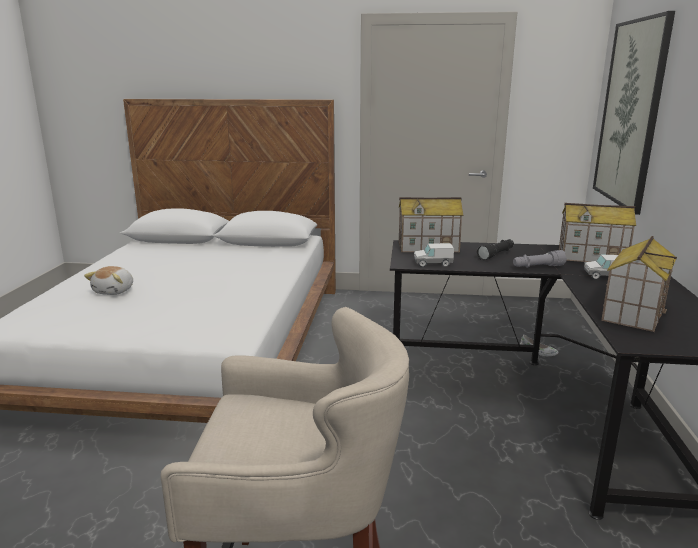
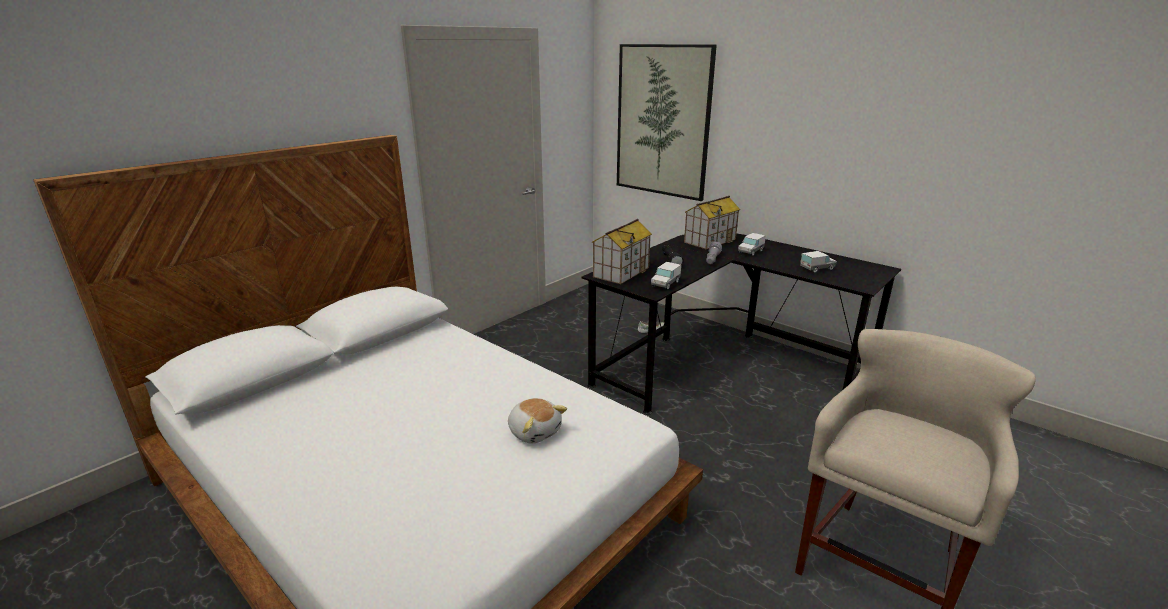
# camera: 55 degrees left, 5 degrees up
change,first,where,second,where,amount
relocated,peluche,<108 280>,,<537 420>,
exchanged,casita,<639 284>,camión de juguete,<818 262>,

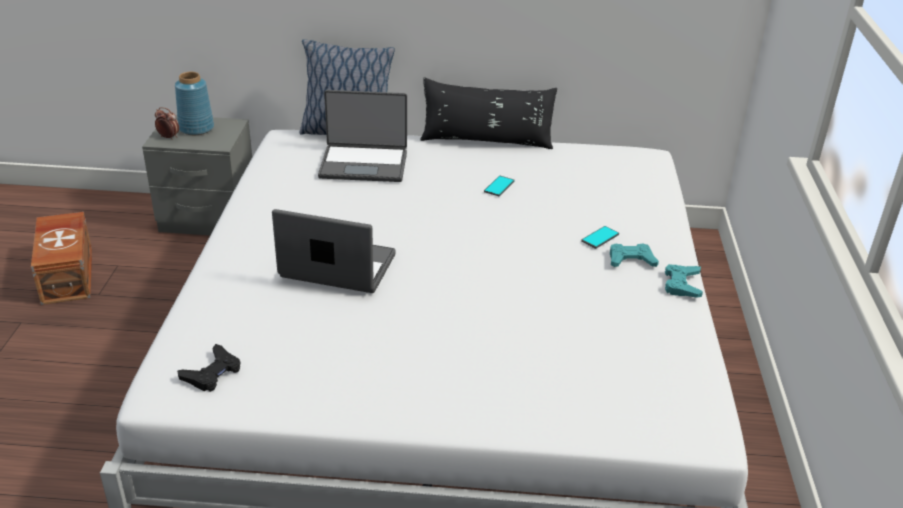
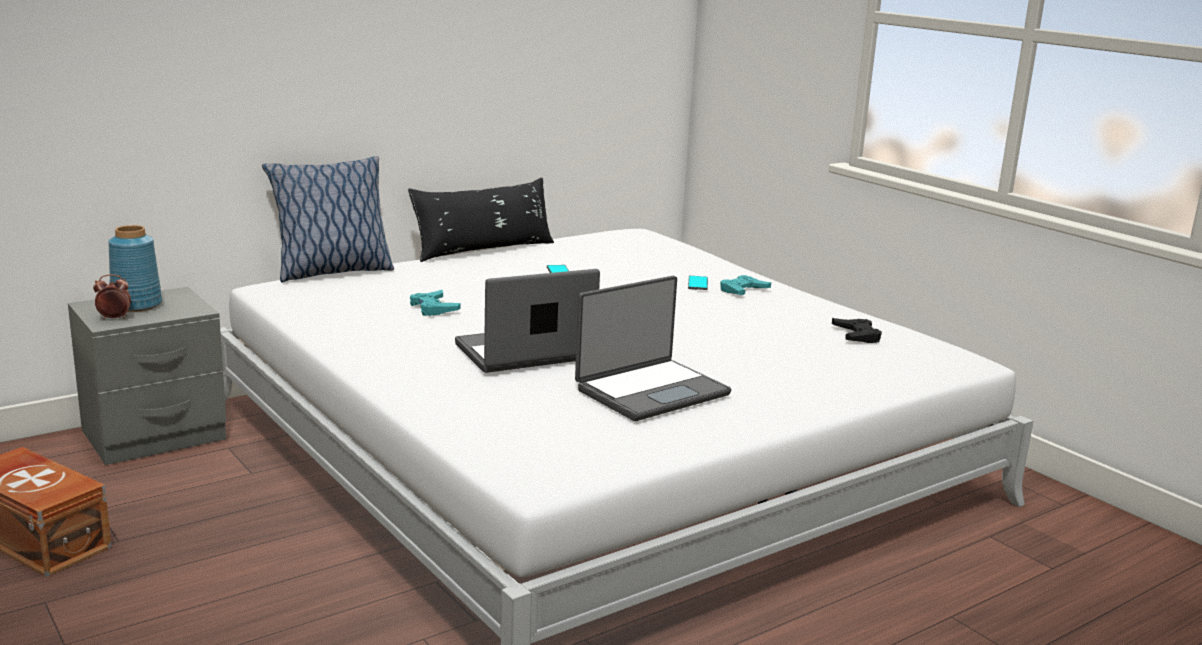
# camera: 40 degrees left, 15 degrees down
change,first,where,second,where,amount
relocated,mando de consola [negro],<208 368>,,<857 330>,
relocated,portátil,<362 136>,,<653 348>,
relocated,mando de consola [turquesa],<684 281>,,<435 303>,

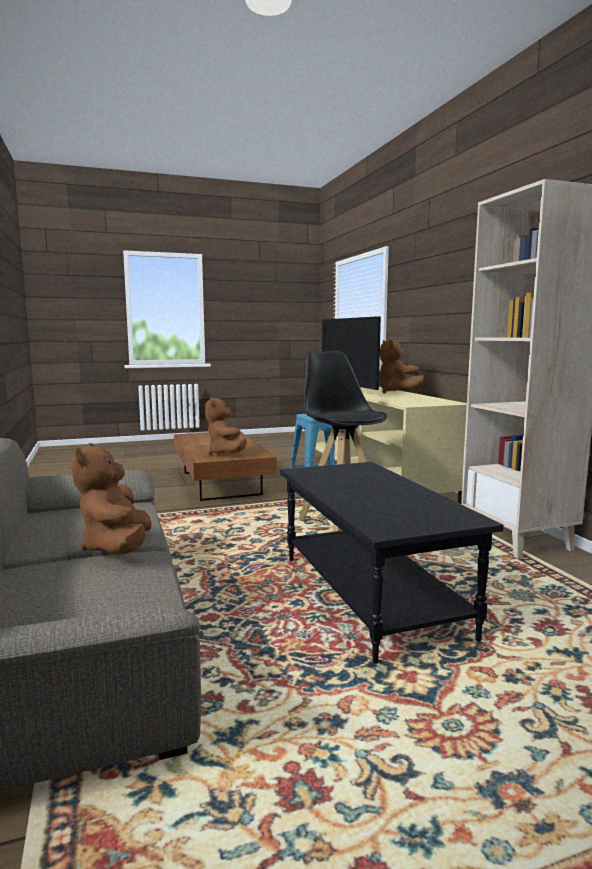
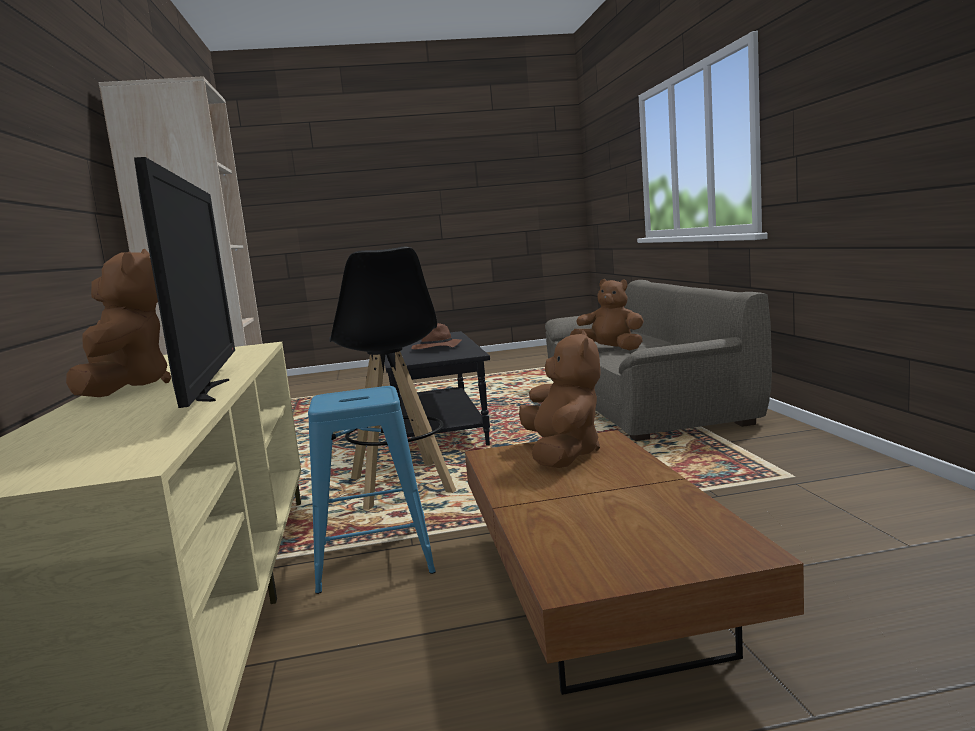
# camera: 170 degrees left, 0 degrees up
change,first,where,second,where,amount
appeared,,,sombrero [marrón],<436 336>,
spun,peluche [marrón],<111 498>,,<607 314>,60 degrees counterclockwise

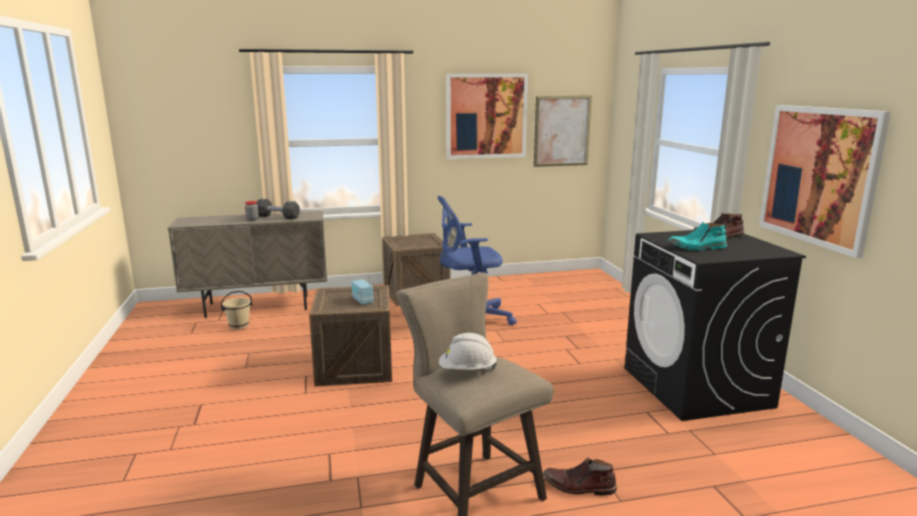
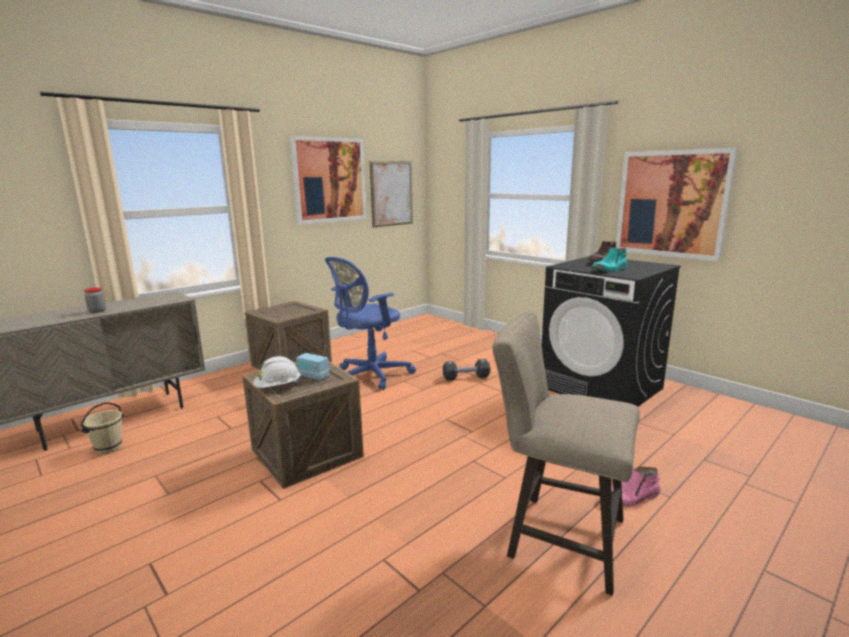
# camera: 30 degrees left, 0 degrees up
change,first,where,second,where,amount
relocated,mancuerna [negro],<278 209>,,<466 370>,
relocated,casco [blanco],<468 351>,,<277 372>,
colour,bota [marrón],<580 476>,bota [rosa],<636 487>,

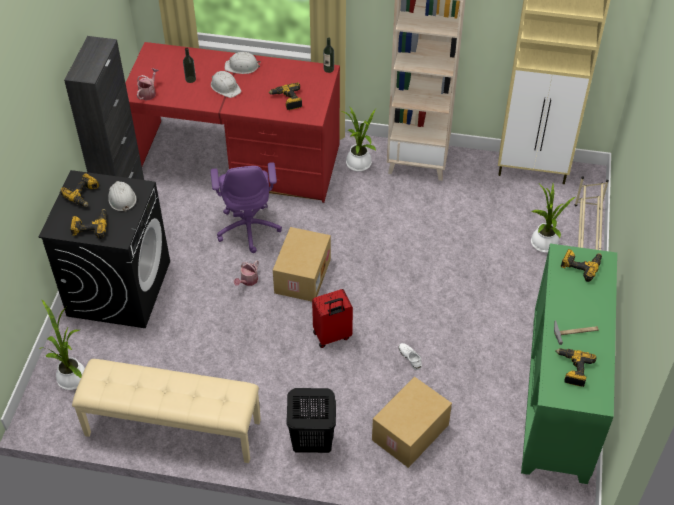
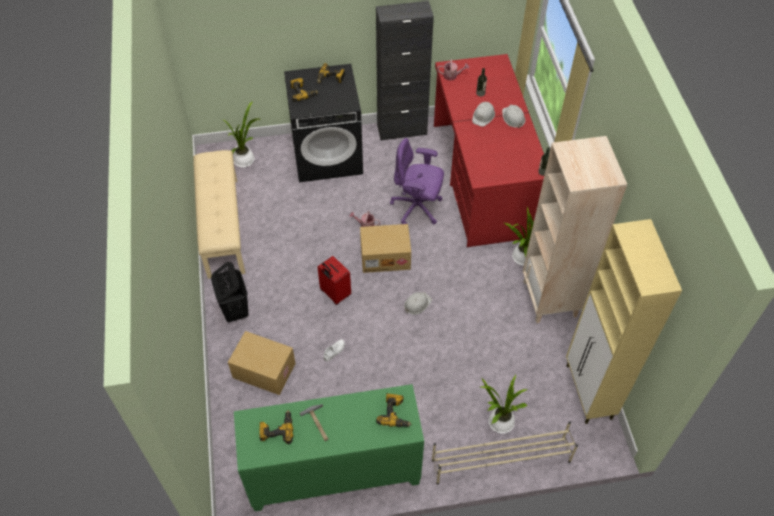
# camera: 70 degrees right, 5 degrees up
change,first,where,second,where,amount
missing,taladro,<285 96>,,,
relocated,casco [blanco],<122 196>,,<418 303>,
spun,silla de oficina [morado],<246 207>,,<417 181>,45 degrees clockwise

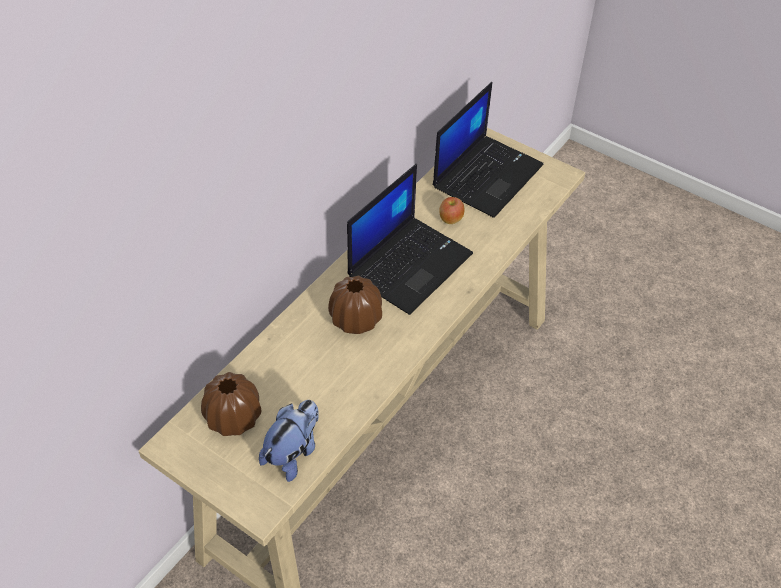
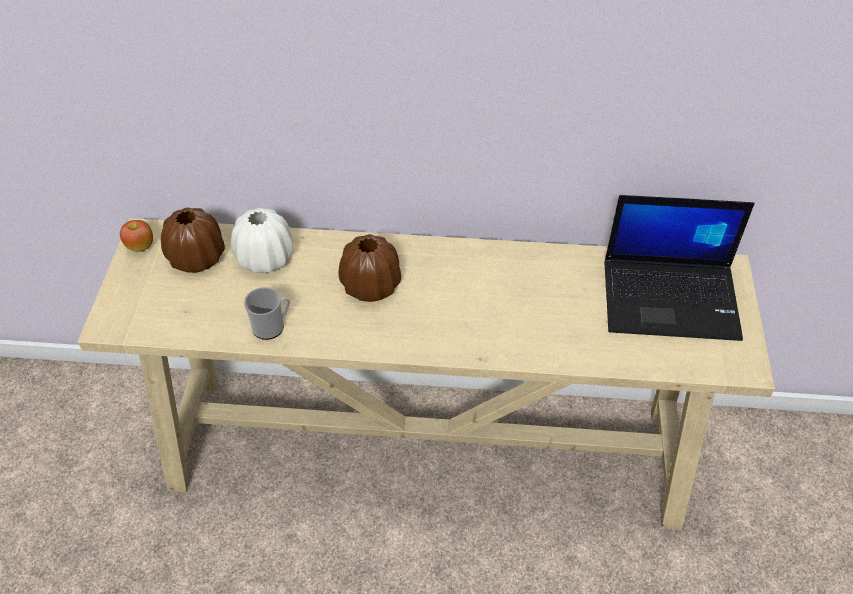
# camera: 60 degrees right, 0 degrees up
change,first,where,second,where,amount
missing,peluche,<289 441>,,,
missing,portátil,<410 239>,,,
appeared,,,florero [blanco],<262 241>,
appeared,,,taza grande,<267 313>,
relocated,manzana,<451 210>,,<136 236>,

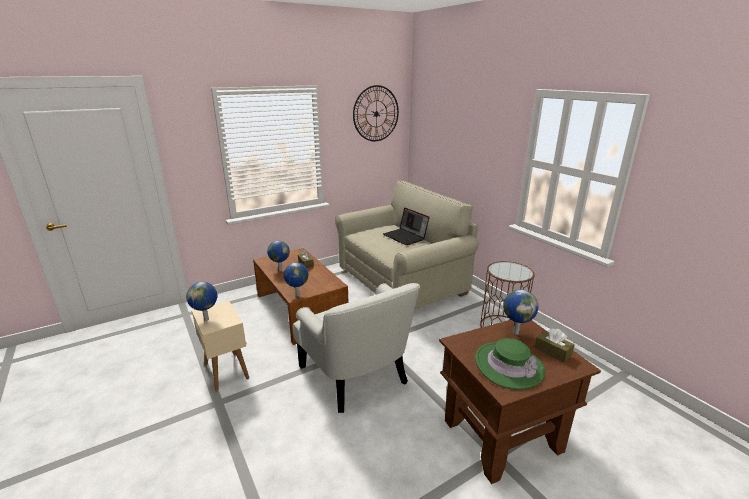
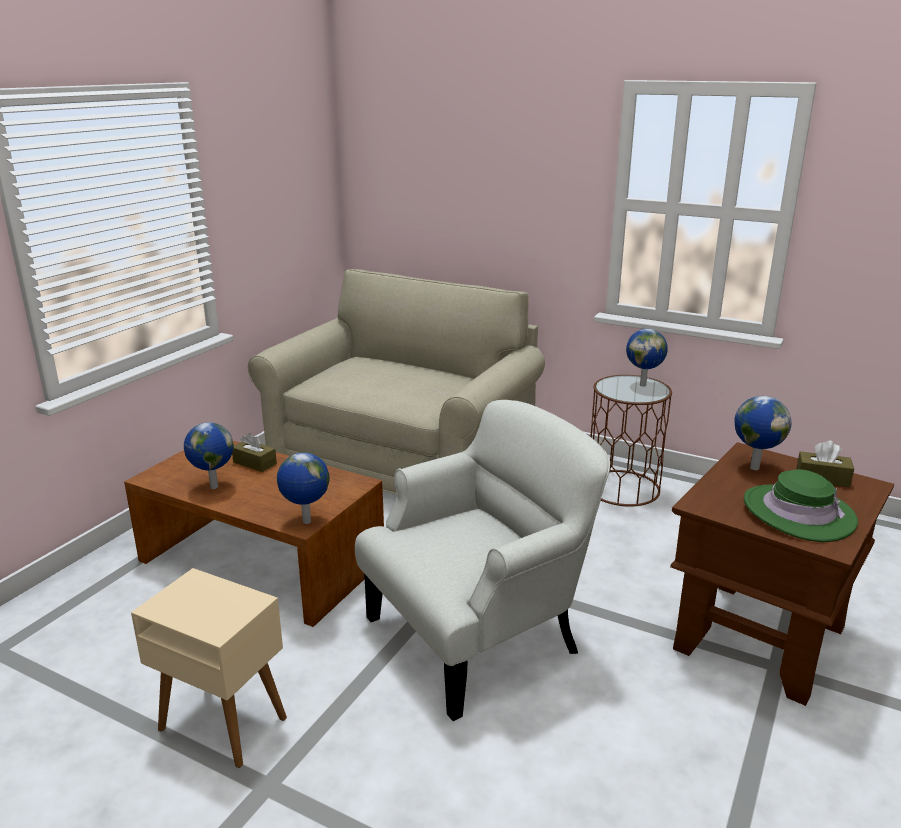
# camera: 30 degrees left, 0 degrees up
change,first,where,second,where,amount
missing,reloj de pared,<376 113>,,,
missing,portátil,<406 226>,,,
relocated,globo terráqueo,<202 301>,,<647 358>,
spun,sillón [blanco],<357 348>,,<482 560>,60 degrees counterclockwise

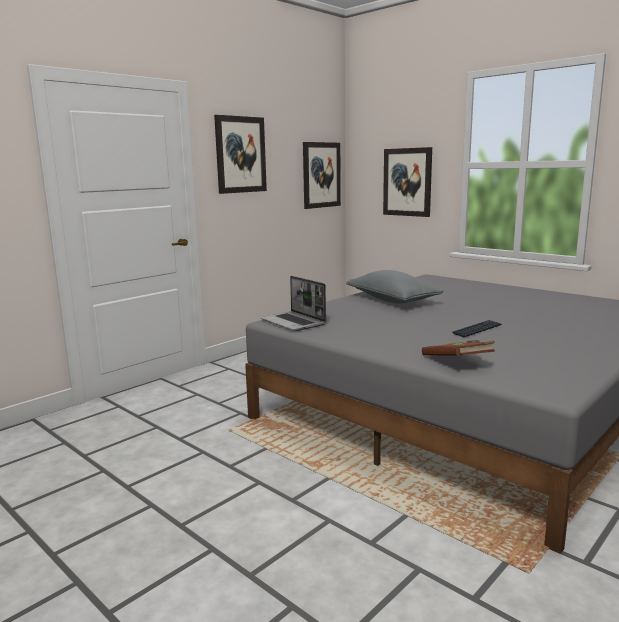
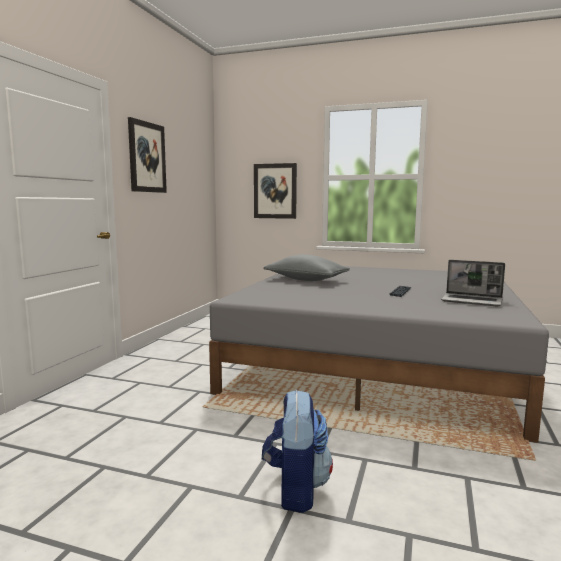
# camera: 25 degrees left, 5 degrees down
change,first,where,second,where,amount
missing,cuadro,<322 175>,,,
missing,libro [marrón],<458 348>,,,
appeared,,,mochila,<297 451>,
relocated,portátil,<293 303>,,<473 283>,

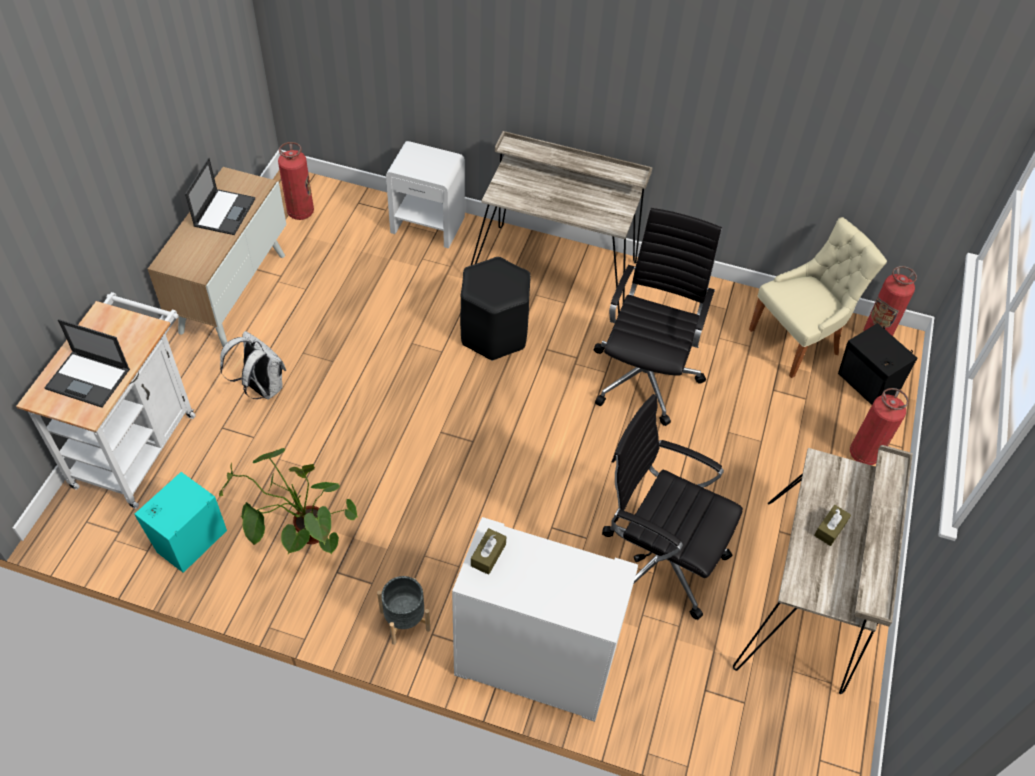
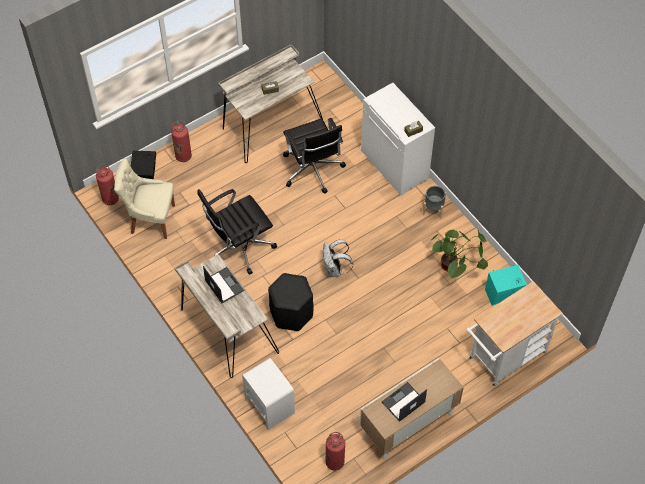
# camera: 140 degrees left, 5 degrees up
change,first,where,second,where,amount
relocated,portátil,<87 363>,,<223 284>,
relocated,mochila [blanco],<253 365>,,<337 258>,

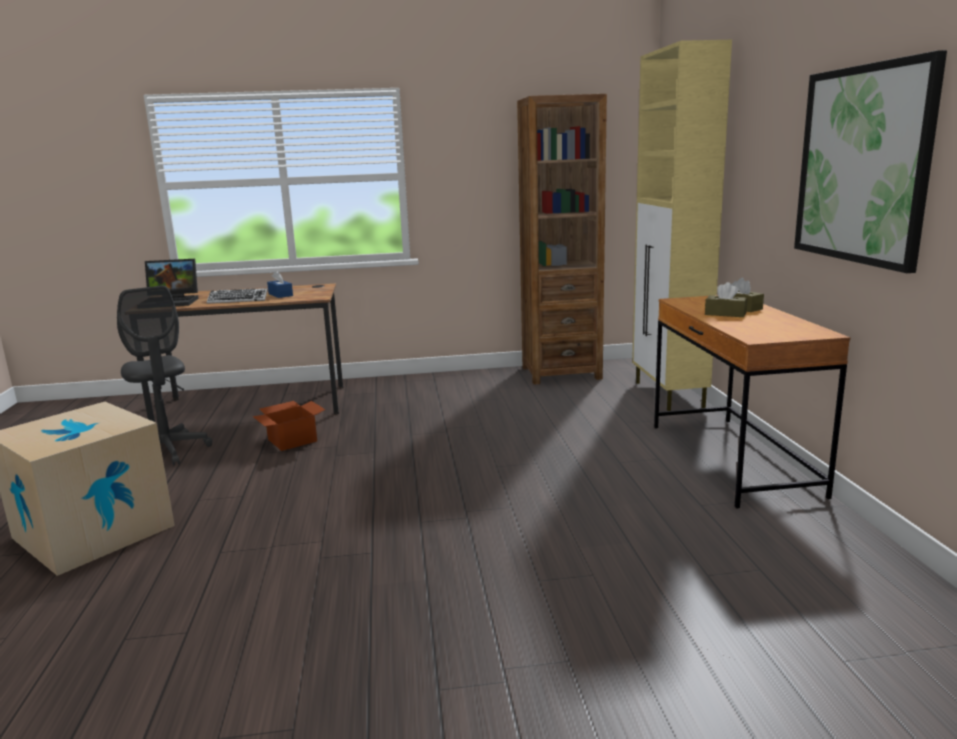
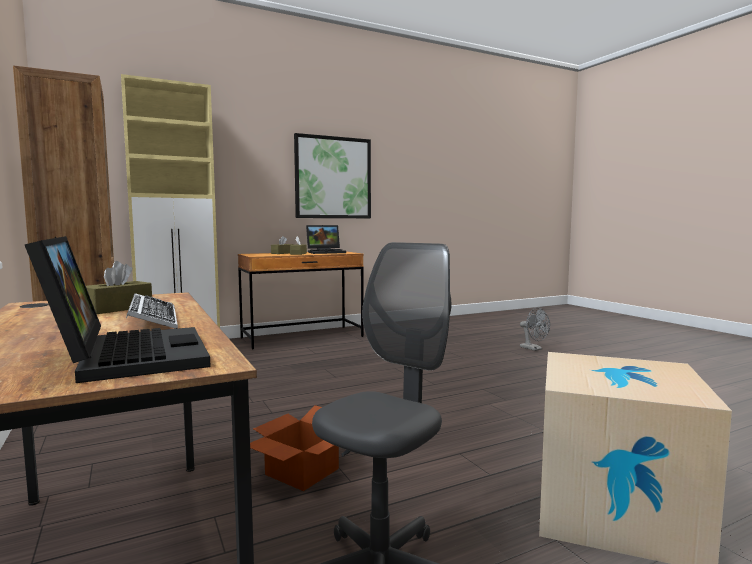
# camera: 110 degrees left, 10 degrees down
change,first,where,second,where,amount
appeared,,,portátil,<326 239>,
appeared,,,ventilador [gris],<535 329>,
colour,caja de pañuelos [azul],<280 284>,caja de pañuelos [marrón],<119 287>,

